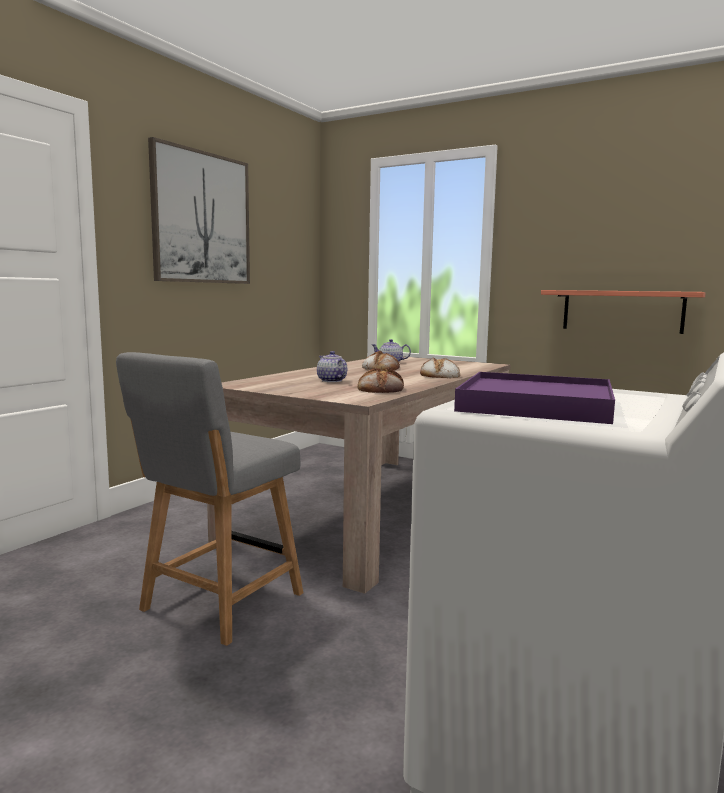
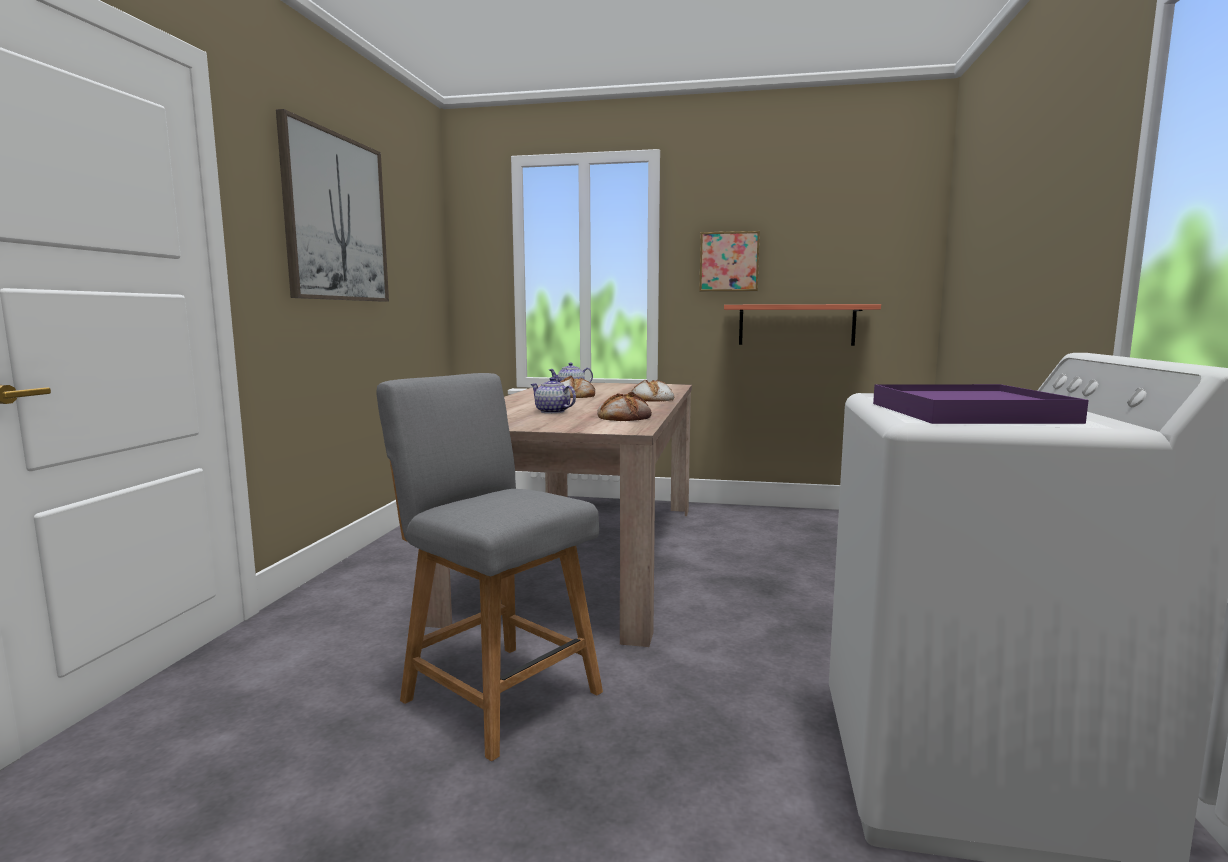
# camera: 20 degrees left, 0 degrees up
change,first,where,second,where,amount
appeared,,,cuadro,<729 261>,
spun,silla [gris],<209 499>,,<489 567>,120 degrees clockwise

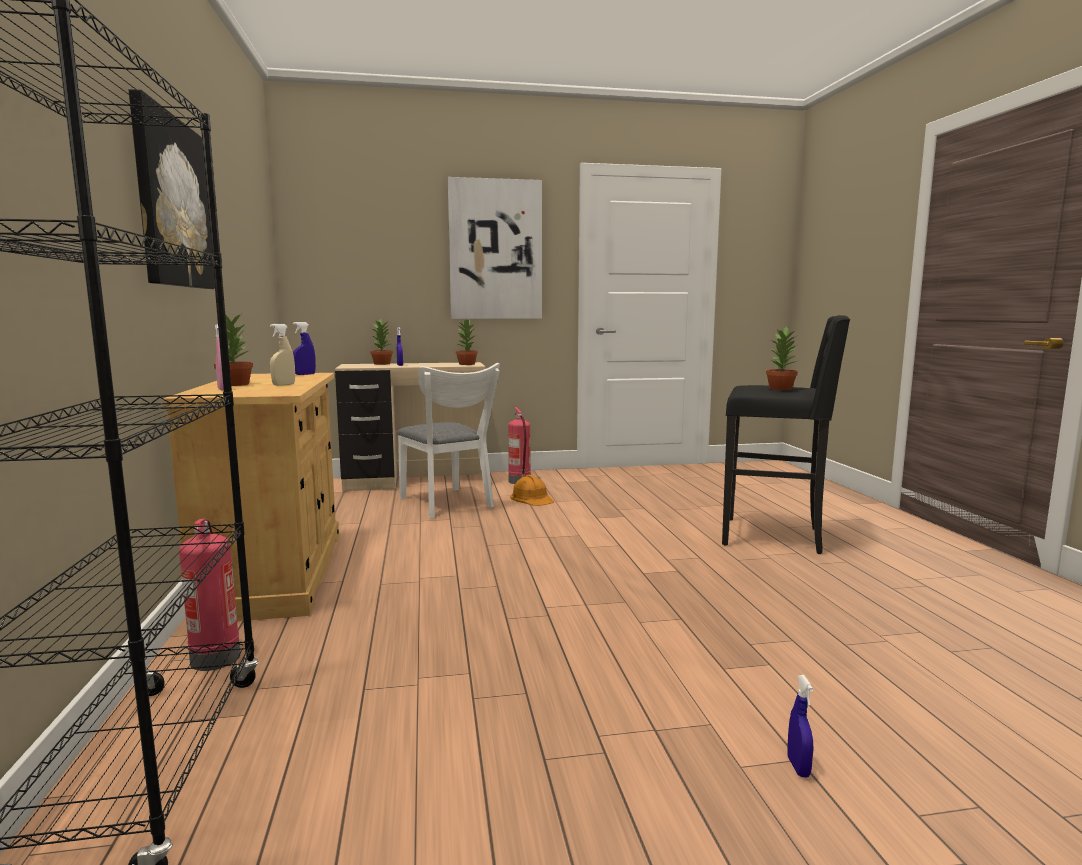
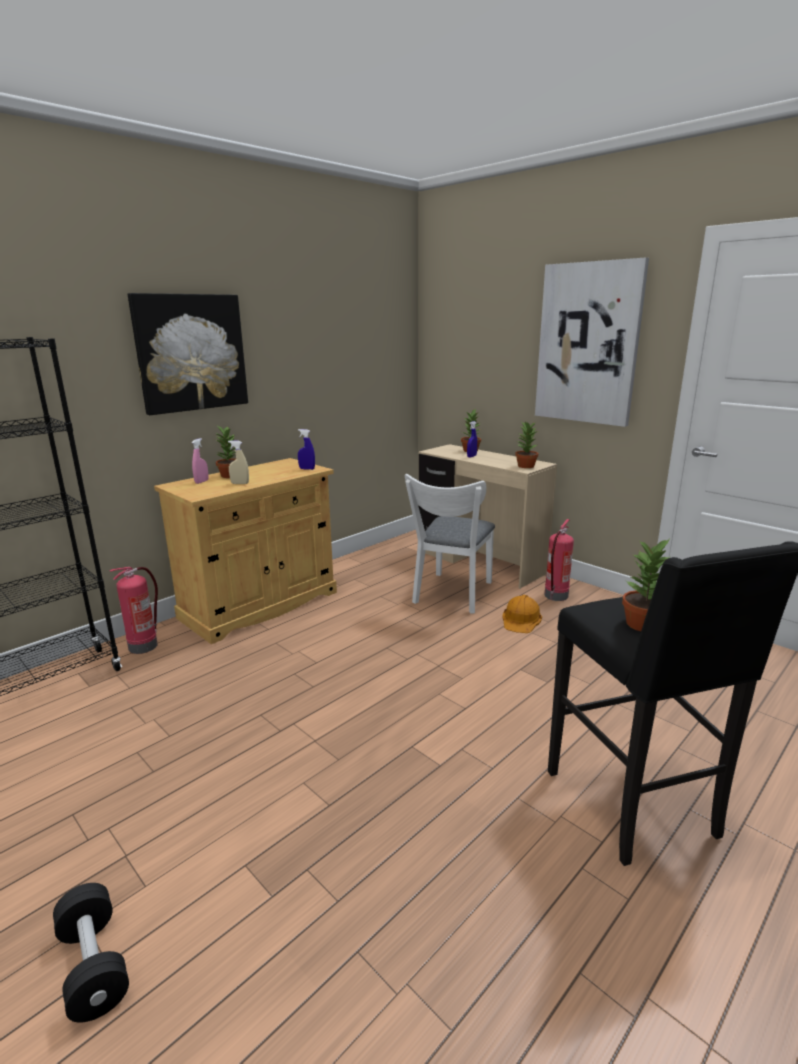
# camera: 55 degrees right, 10 degrees up
change,first,where,second,where,amount
exchanged,pulverizador [azul],<800 726>,mancuerna [negro],<91 953>,

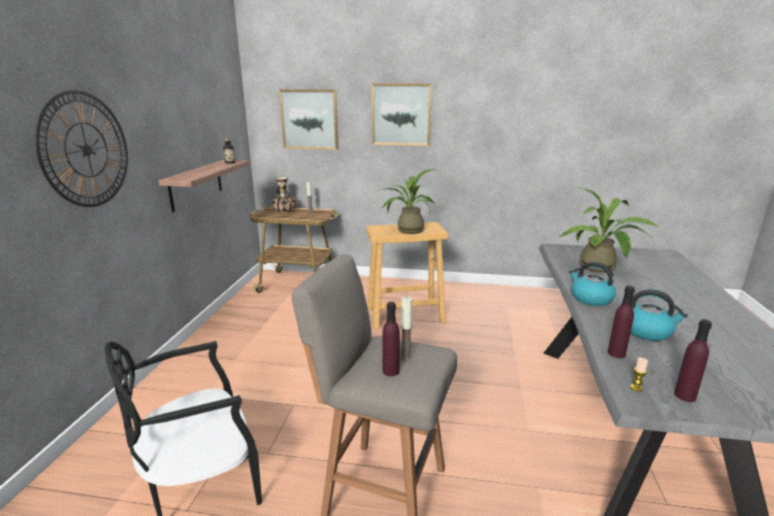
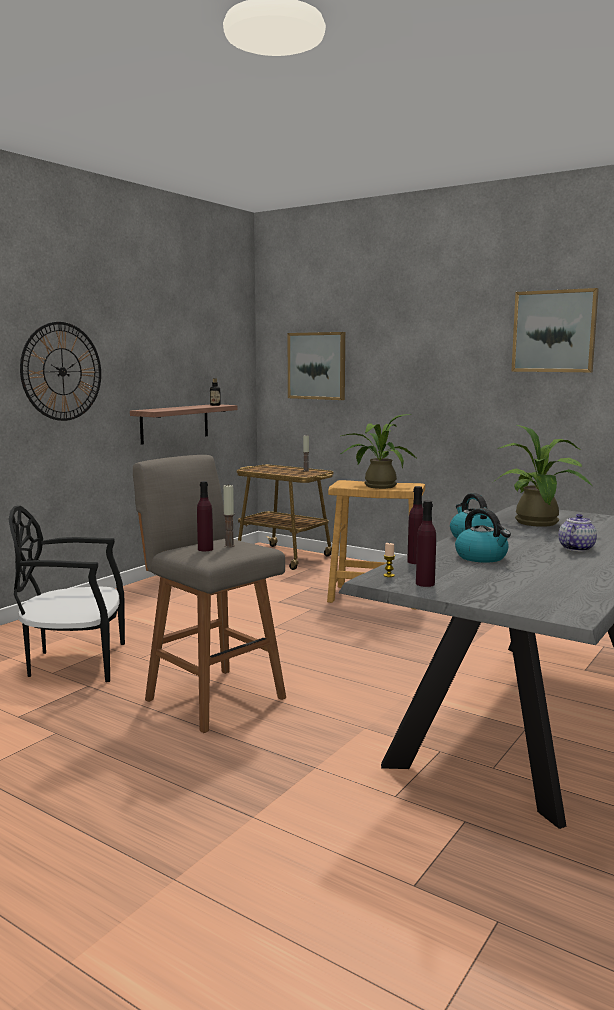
# camera: 25 degrees right, 10 degrees down
change,first,where,second,where,amount
missing,florero,<284 194>,,,
appeared,,,tetera,<577 533>,
relocated,cuadro,<402 114>,,<555 330>,

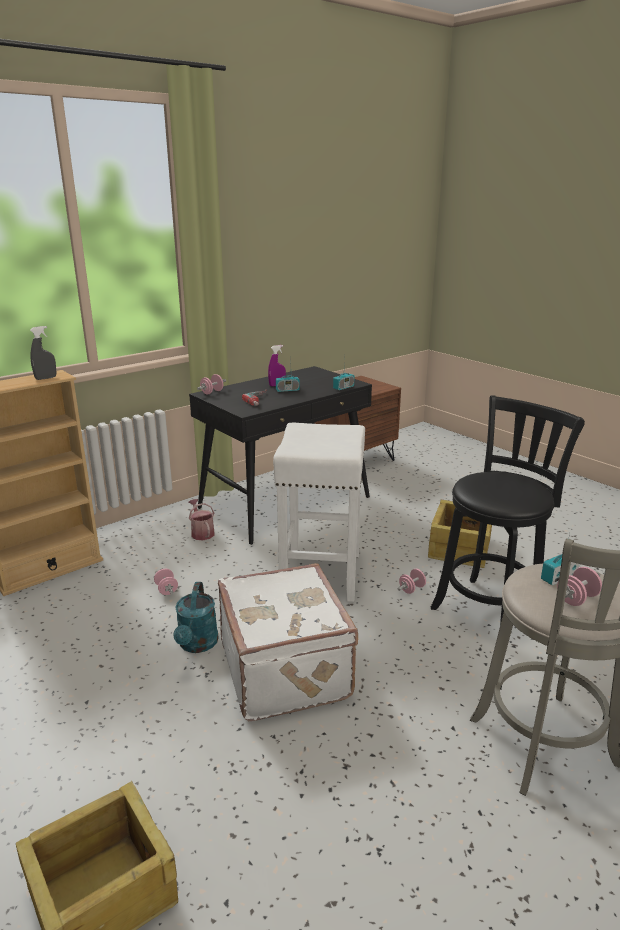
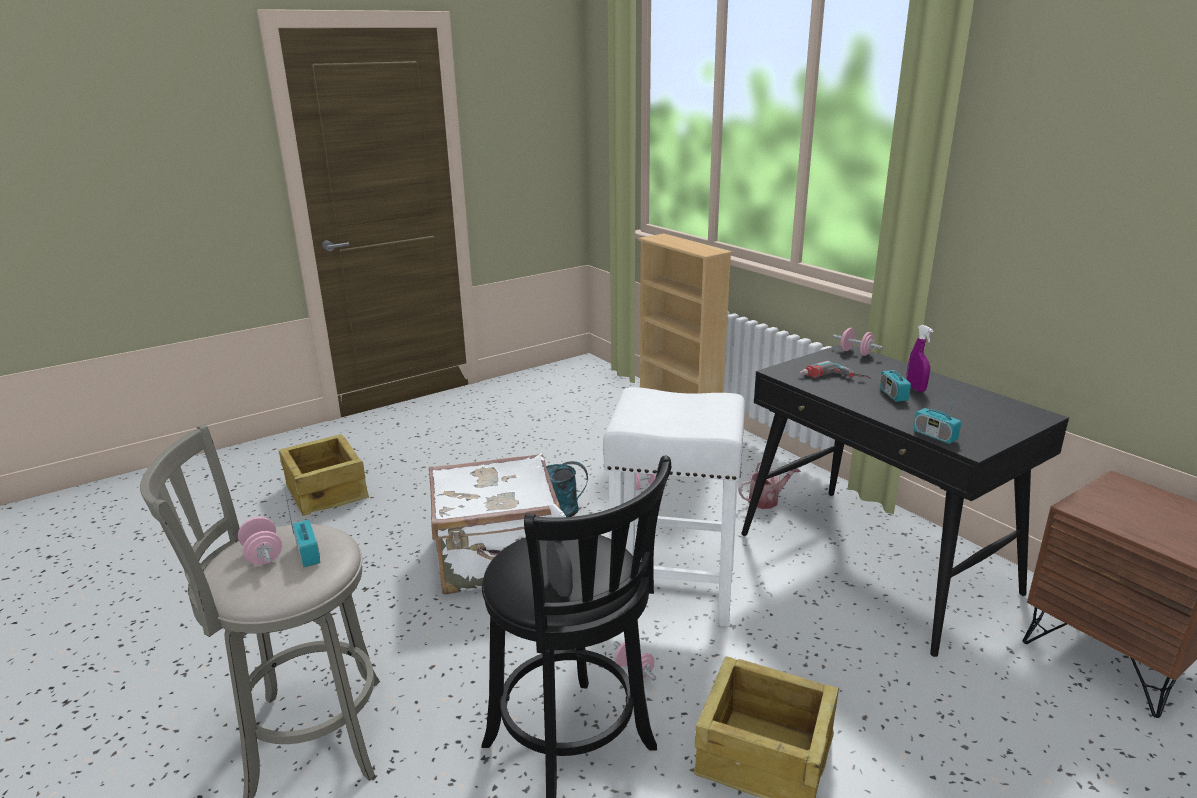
# camera: 95 degrees right, 0 degrees up
change,first,where,second,where,amount
relocated,pulverizador [gris],<43 353>,,<559 550>,

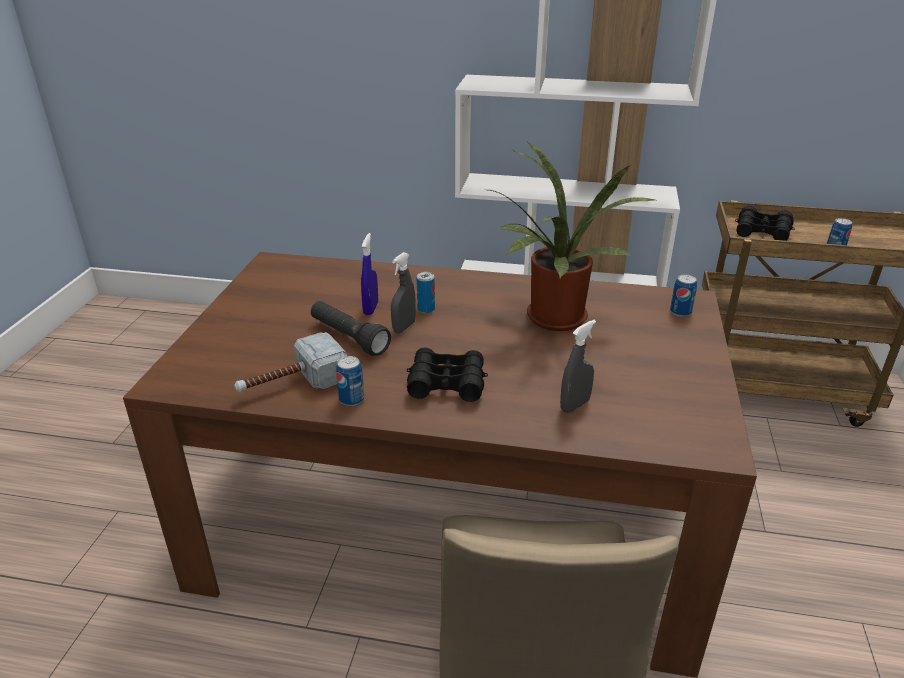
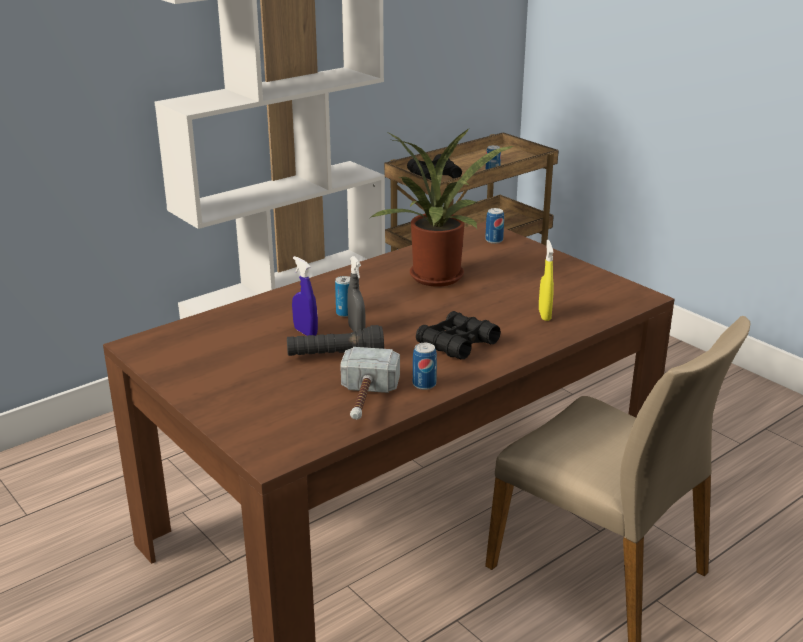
# camera: 50 degrees left, 5 degrees down
change,first,where,second,where,amount
colour,pulverizador [gris],<578 366>,pulverizador [amarillo],<546 280>,

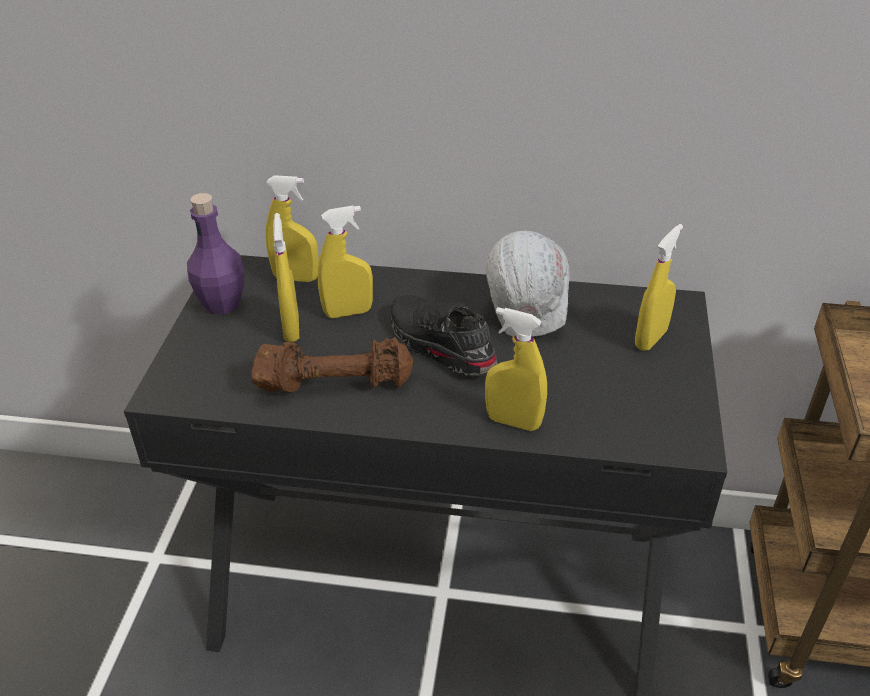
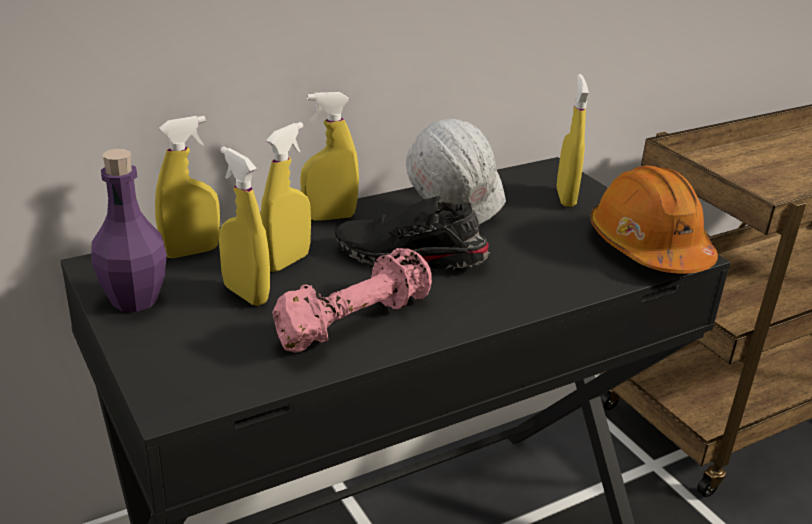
# camera: 40 degrees left, 10 degrees down
change,first,where,second,where,amount
appeared,,,casco [naranja],<654 219>,
relocated,pulverizador [amarillo],<516 369>,,<329 156>,
colour,mancuerna [marrón],<332 364>,mancuerna [rosa],<352 300>,

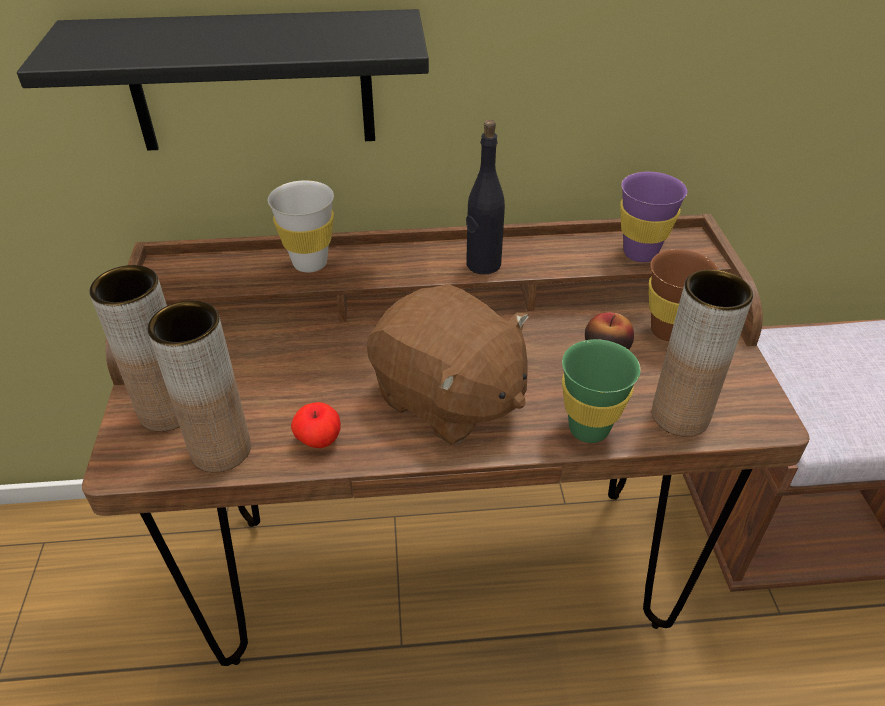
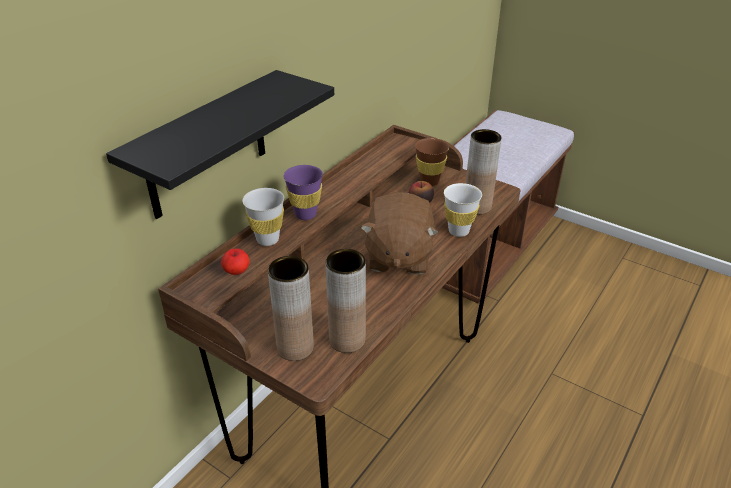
# camera: 50 degrees left, 5 degrees down
change,first,where,second,where,amount
missing,botella [negro],<485 197>,,,
relocated,manzana,<316 425>,,<235 262>,
relocated,taza [morado],<653 217>,,<303 192>,
colour,taza [verde],<601 391>,taza [blanco],<463 210>,
spun,peluche [marrón],<448 364>,,<399 233>,105 degrees clockwise

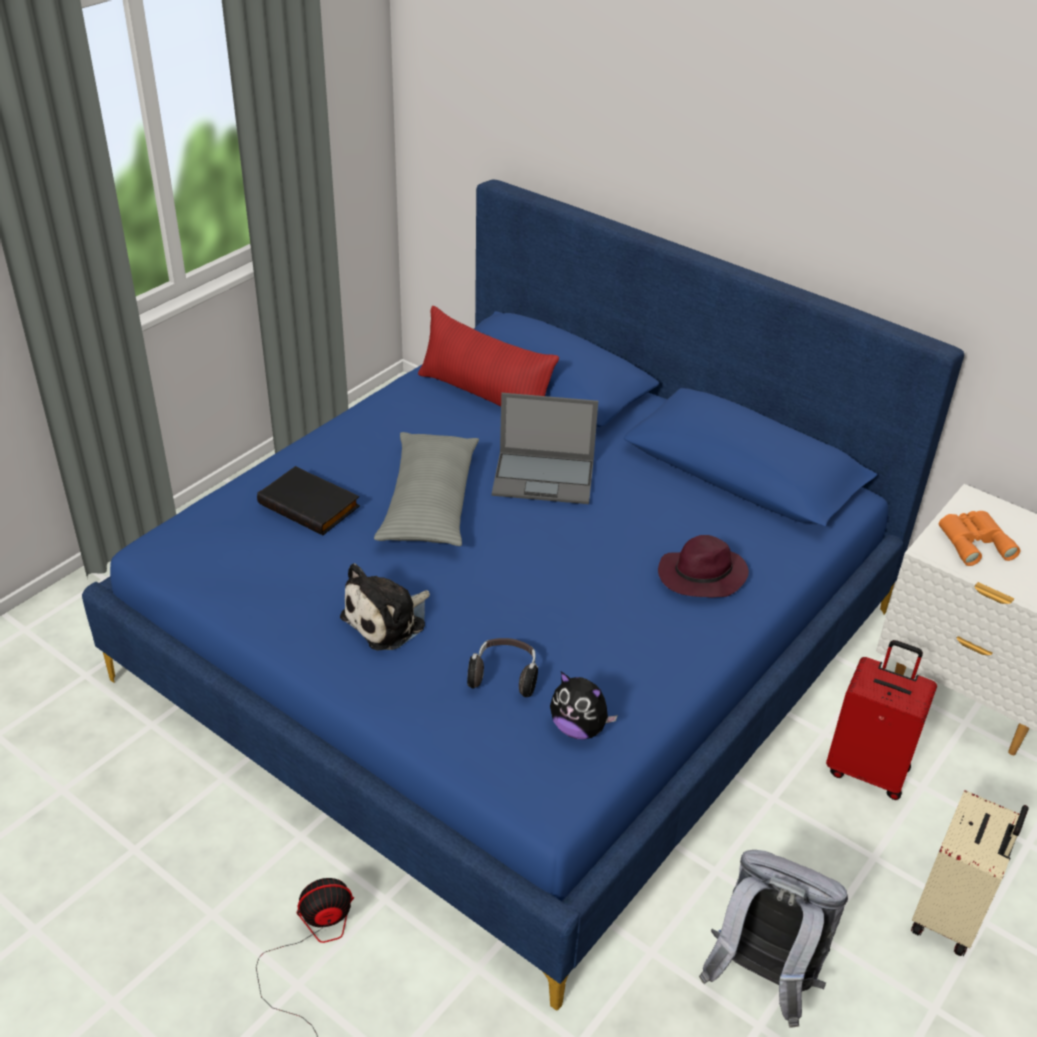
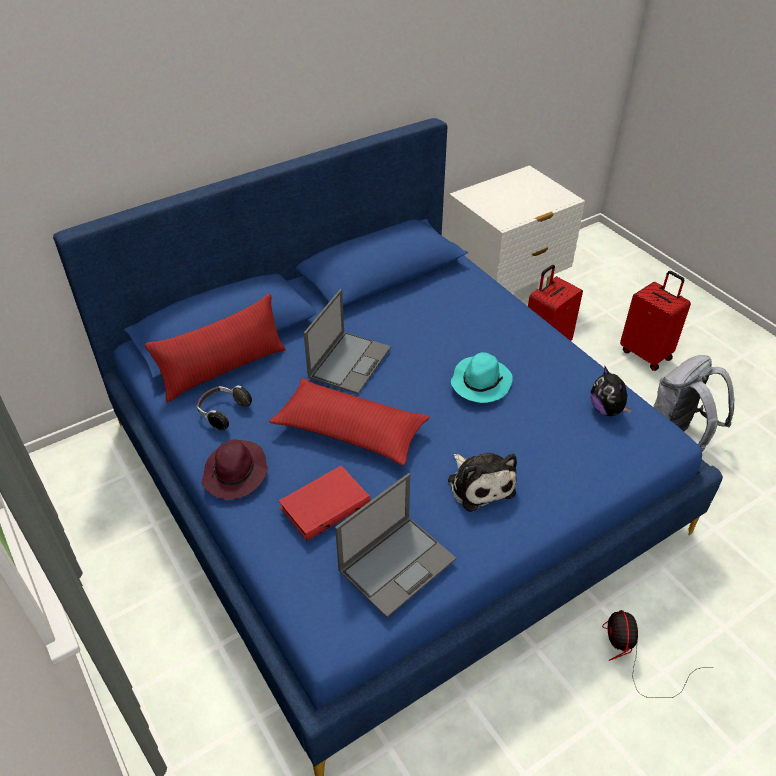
# camera: 70 degrees left, 5 degrees up
change,first,where,second,where,amount
missing,prismáticos [naranja],<980 538>,,,
appeared,,,portátil,<395 545>,
appeared,,,sombrero [turquesa],<482 377>,
relocated,auriculares,<502 667>,,<224 408>,
relocated,sombrero [morado],<703 566>,,<235 469>,
colour,libro [negro],<308 500>,libro [rojo],<325 503>,
colour,cojín [gris],<426 489>,cojín [rojo],<349 421>,
colour,maleta [beis],<970 873>,maleta [rojo],<655 321>,
spun,peluche,<584 706>,,<611 391>,105 degrees clockwise

